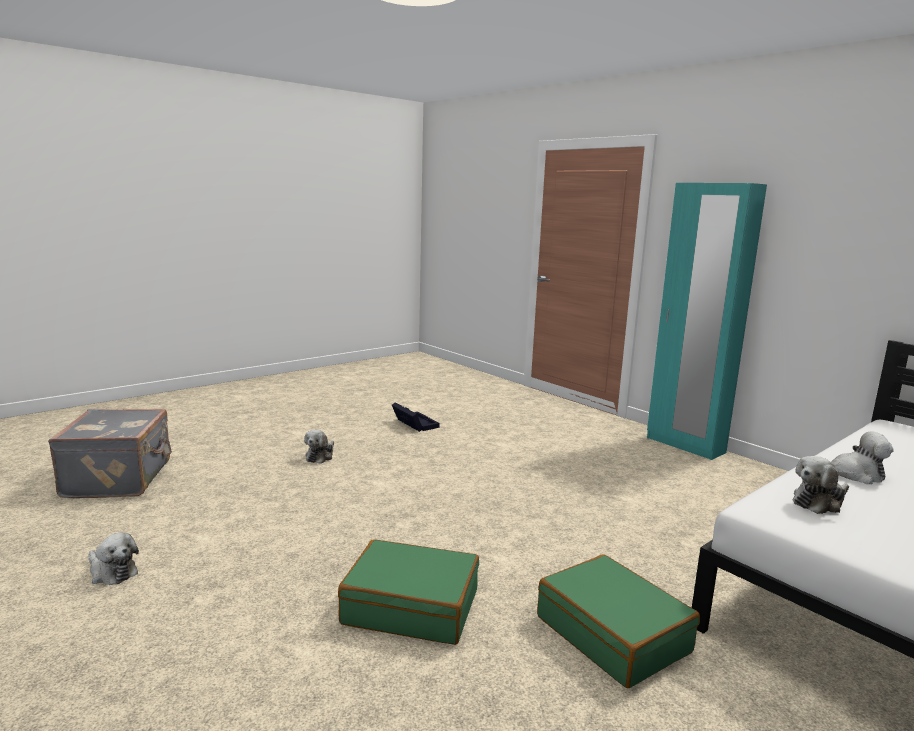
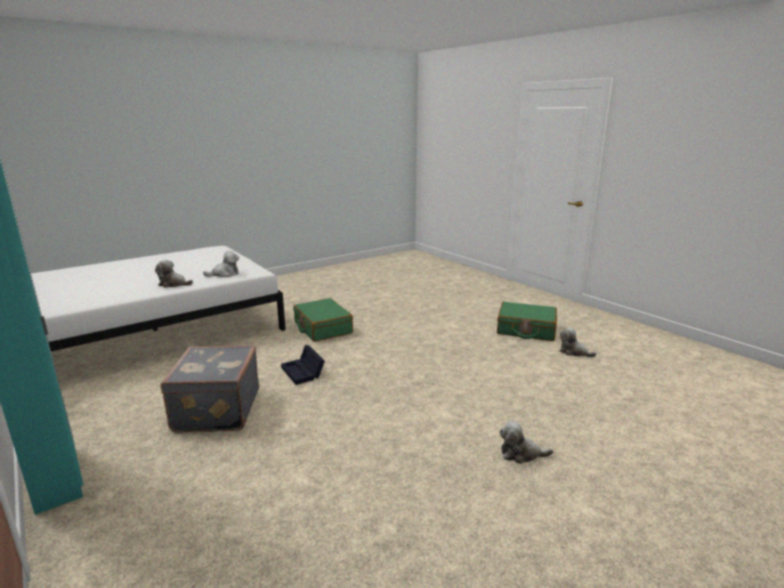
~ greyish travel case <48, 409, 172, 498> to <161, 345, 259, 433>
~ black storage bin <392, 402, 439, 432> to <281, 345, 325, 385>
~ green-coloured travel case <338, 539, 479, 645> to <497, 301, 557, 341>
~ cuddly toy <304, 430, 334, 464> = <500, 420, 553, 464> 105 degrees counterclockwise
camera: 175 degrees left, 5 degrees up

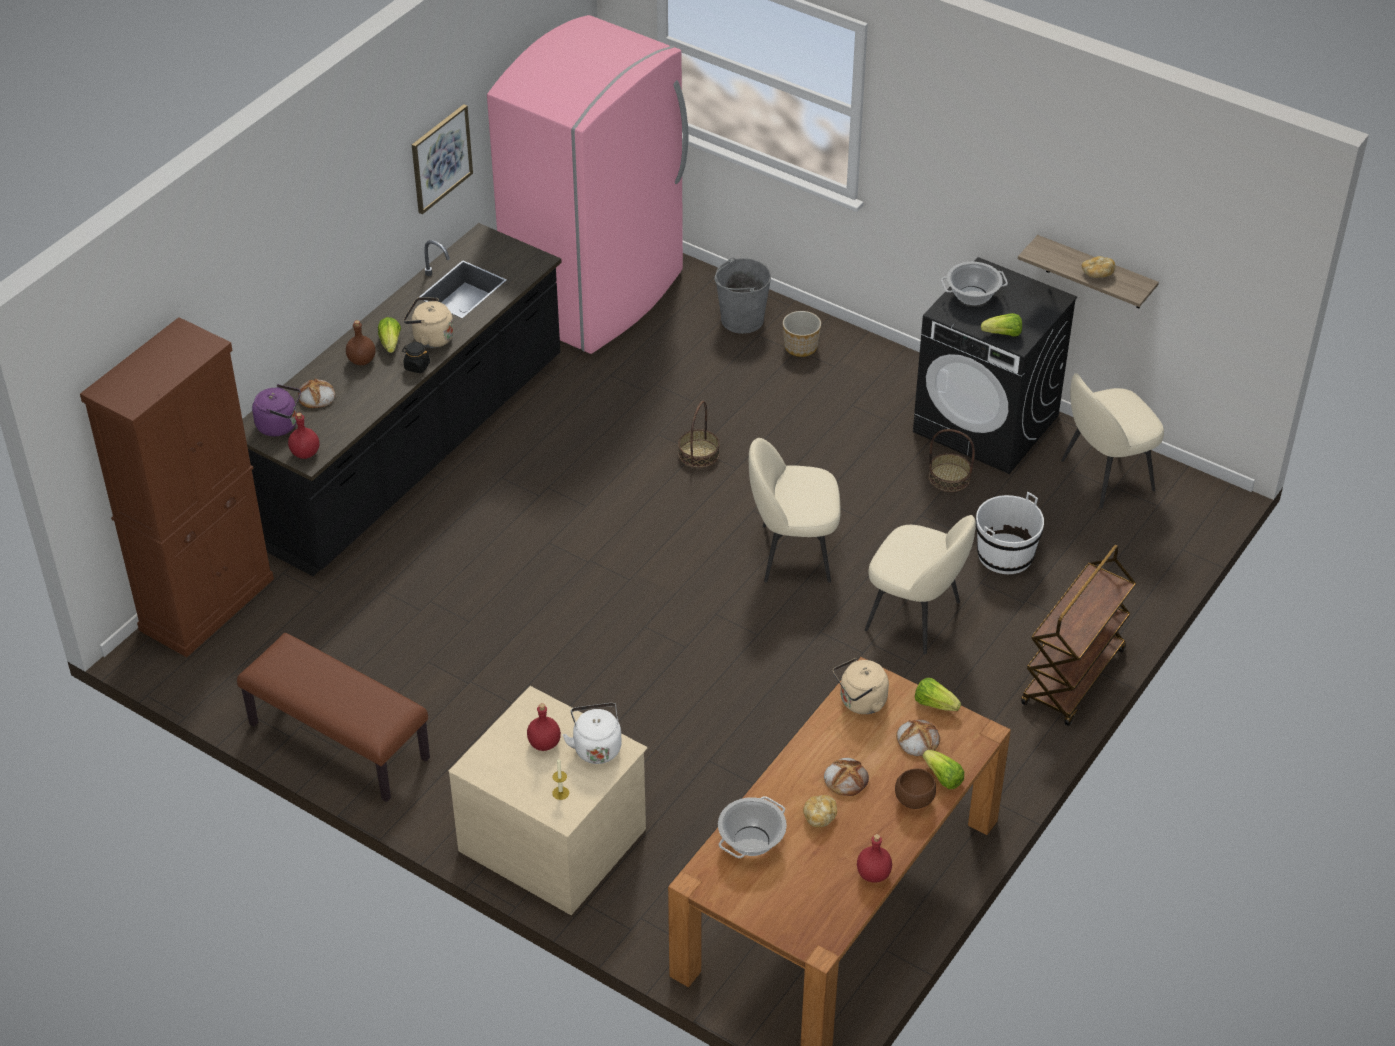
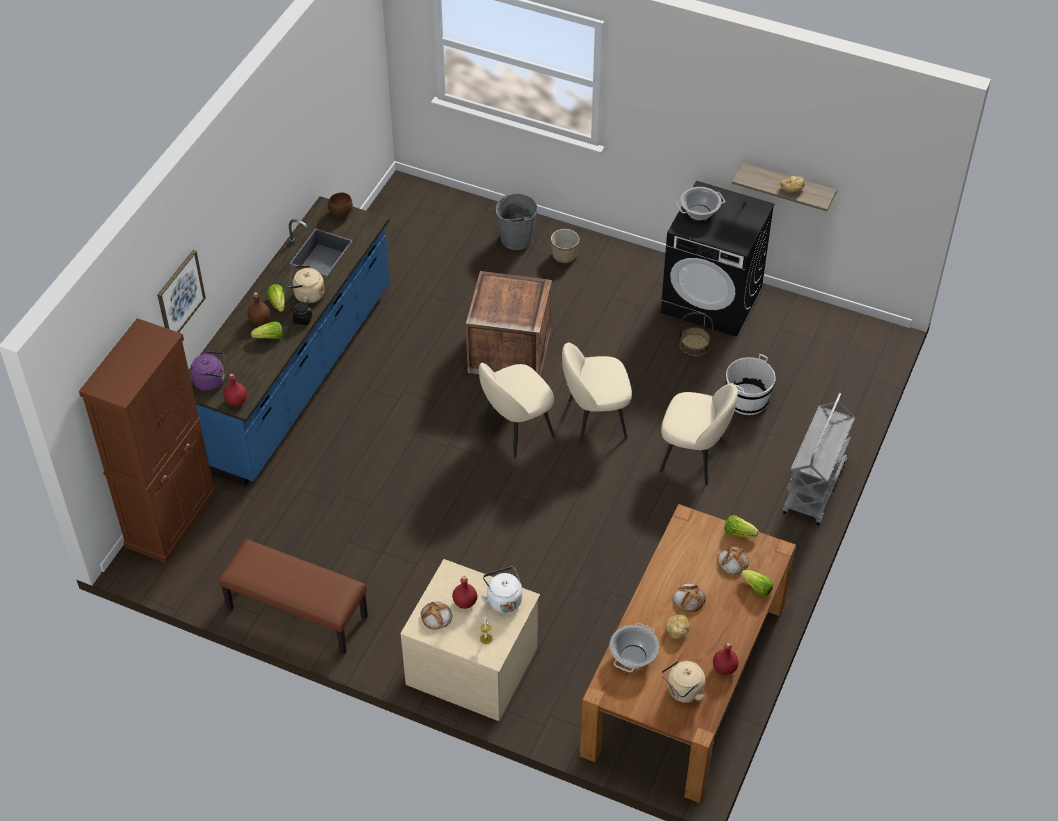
~ picture <412, 104, 473, 214> to <157, 250, 206, 332>
~ black counter <242, 223, 562, 576> to blue counter <189, 196, 390, 486>
~ head of lettuce <981, 313, 1022, 337> to <251, 321, 283, 339>
~ brown deep dish <895, 768, 936, 809> to <328, 192, 353, 217>
~ bread <298, 379, 335, 408> to <421, 601, 452, 629>
~ basket <678, 401, 720, 468> to shipping crate <466, 271, 552, 376>
~ sand-coloured upright chair <1061, 373, 1164, 509> to <479, 363, 555, 458>
~ sand-coloured water kettle <833, 658, 889, 714> to <662, 661, 705, 703>
~ brown trolley <1021, 544, 1136, 726> to greyish trolley <783, 393, 855, 525>
- pinkish kitchen fridge <487, 15, 688, 354>
camera: 10 degrees left, 5 degrees up

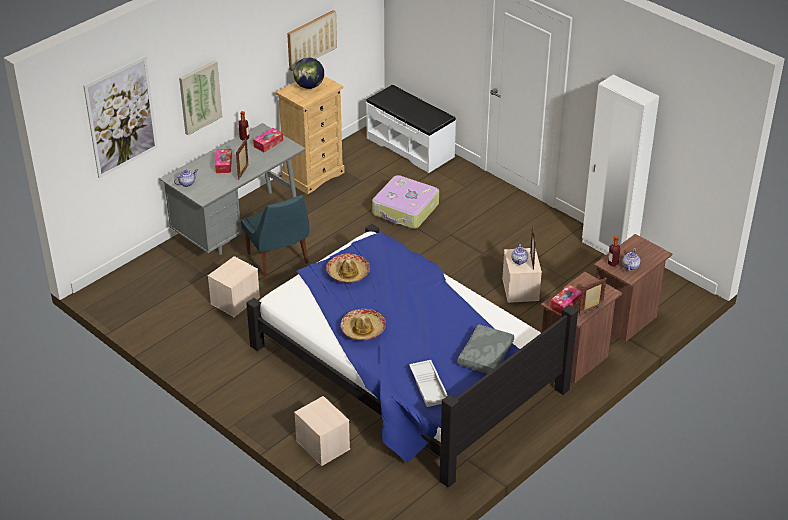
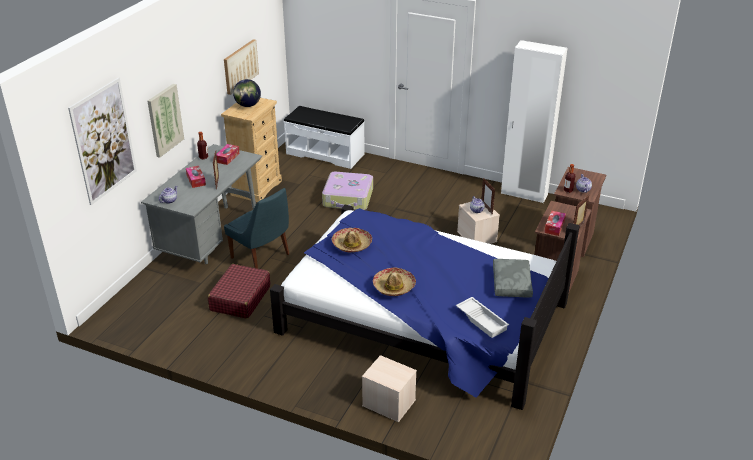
~ sand-coloured storage bin <208, 256, 260, 317> to reddish travel case <208, 264, 270, 319>
camera: 20 degrees left, 5 degrees down

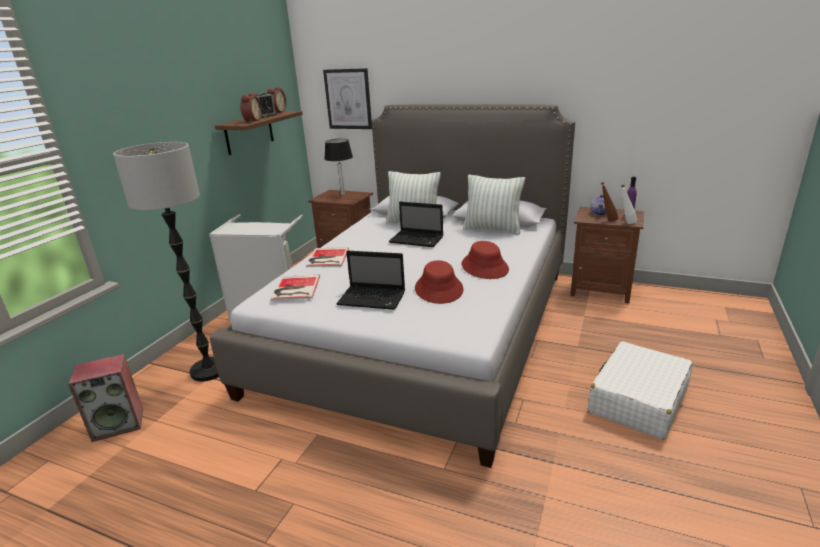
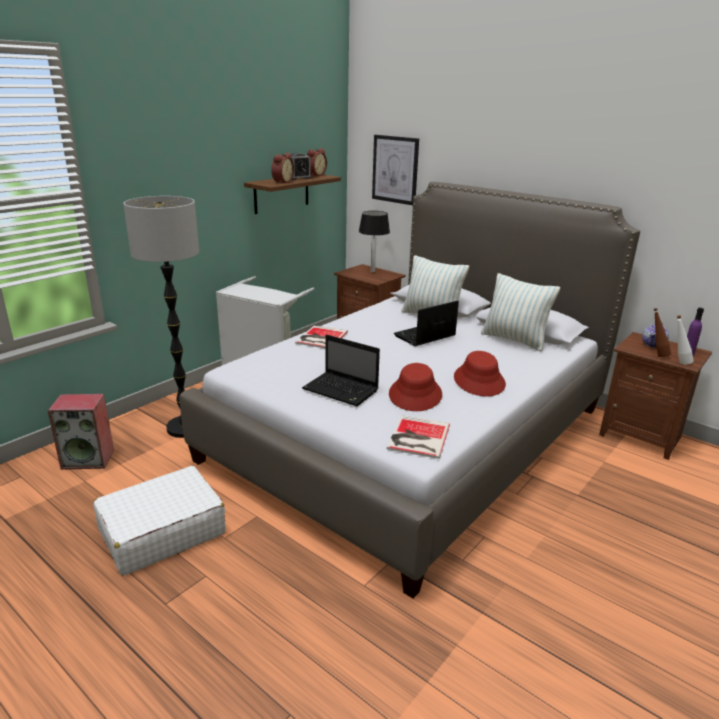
~ whitish travel case <588, 341, 693, 440> to <93, 466, 226, 576>
~ book <271, 275, 320, 301> to <387, 415, 450, 459>
~ notebook computer <389, 202, 443, 247> = <394, 300, 459, 346> 105 degrees clockwise
camera: 15 degrees right, 0 degrees up

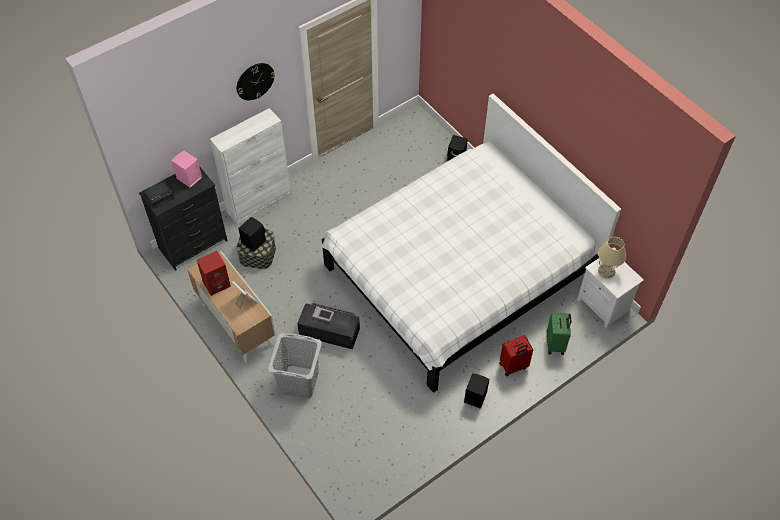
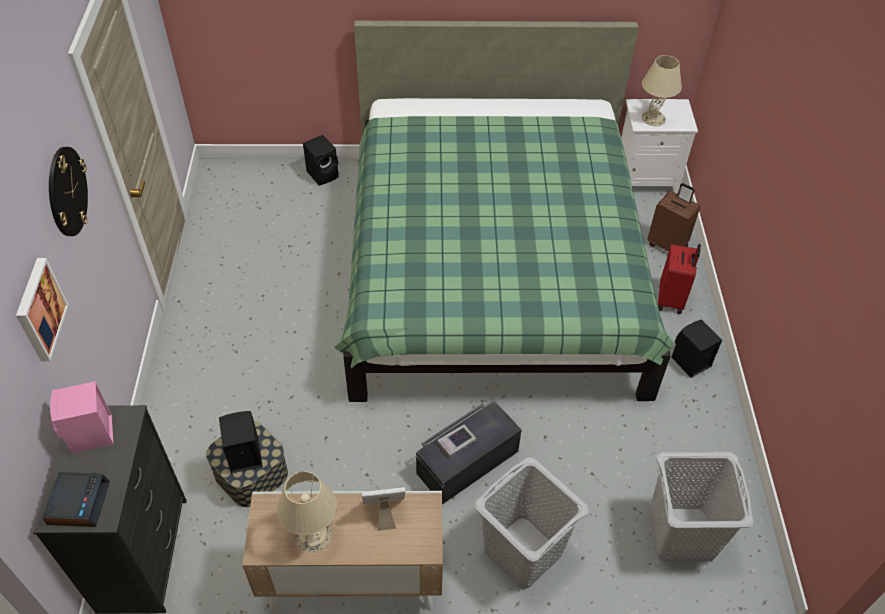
+ picture <16, 258, 69, 361>
~ reddish loudspeaker <197, 251, 231, 296> to sand-coloured tabletop lamp <277, 471, 337, 552>
~ whitish bedroom bed <321, 94, 621, 393> to green-coloured bedroom bed <334, 21, 674, 402>
~ green-coloured travel case <547, 313, 572, 355> to brown travel case <647, 183, 700, 251>
+ greyish washing basket <649, 452, 754, 562>
- whitish cabinet <210, 108, 291, 225>
camera: 55 degrees left, 5 degrees down

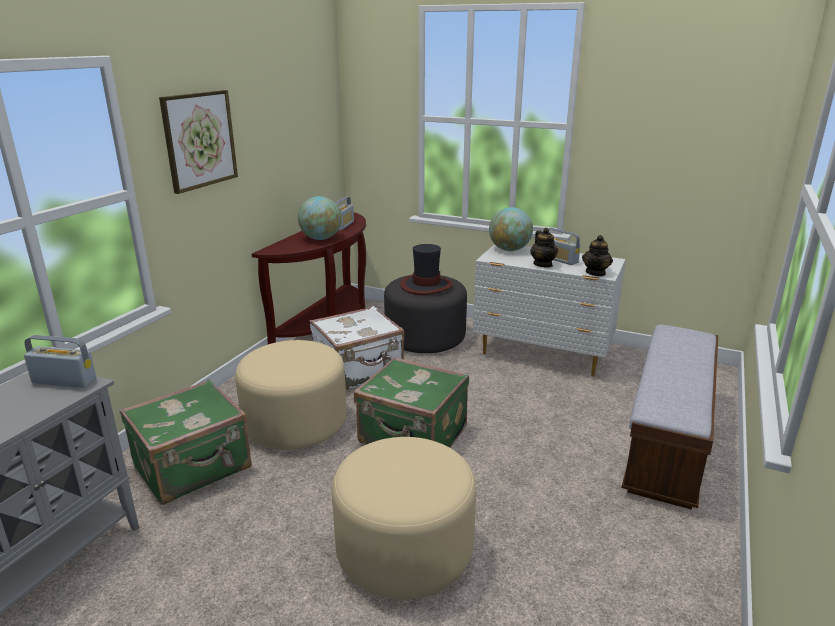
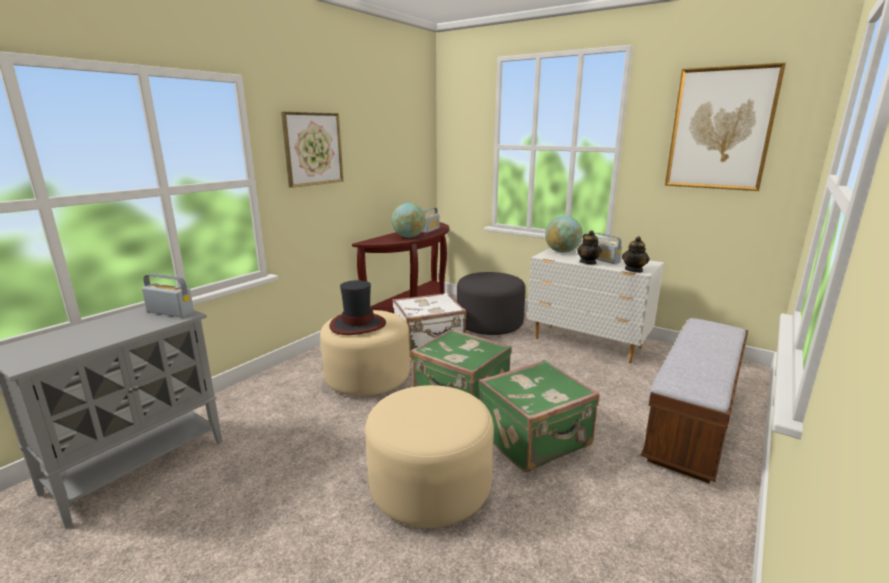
~ hat <400, 244, 453, 295> to <329, 280, 386, 335>
~ green-coloured travel case <120, 379, 251, 505> to <479, 360, 600, 472>
+ picture <665, 62, 786, 191>
camera: 10 degrees right, 5 degrees down

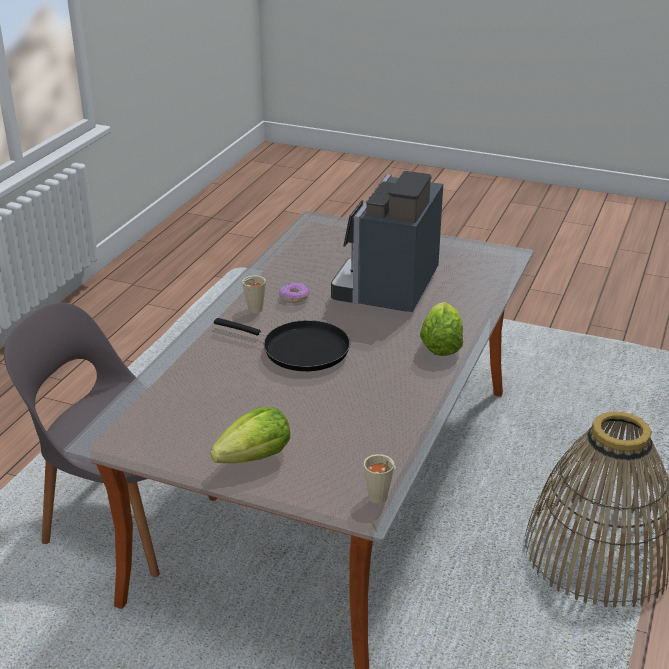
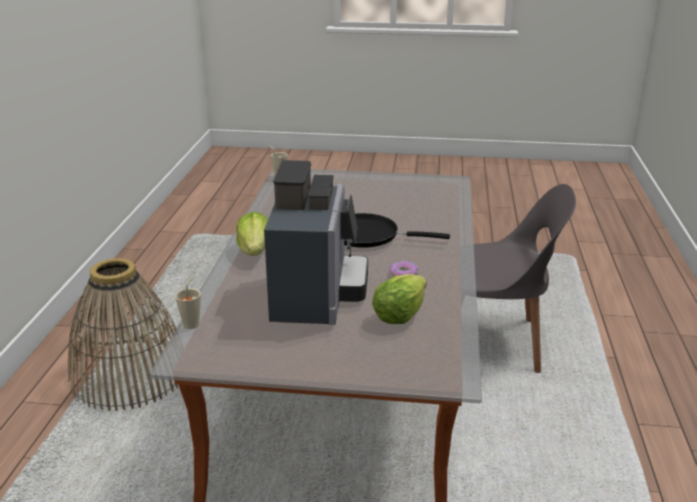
~ sand-coloured drinking cup <242, 275, 266, 313> to <175, 275, 201, 329>
~ head of lettuce <210, 407, 290, 463> to <372, 274, 427, 324>
camera: 165 degrees right, 5 degrees down

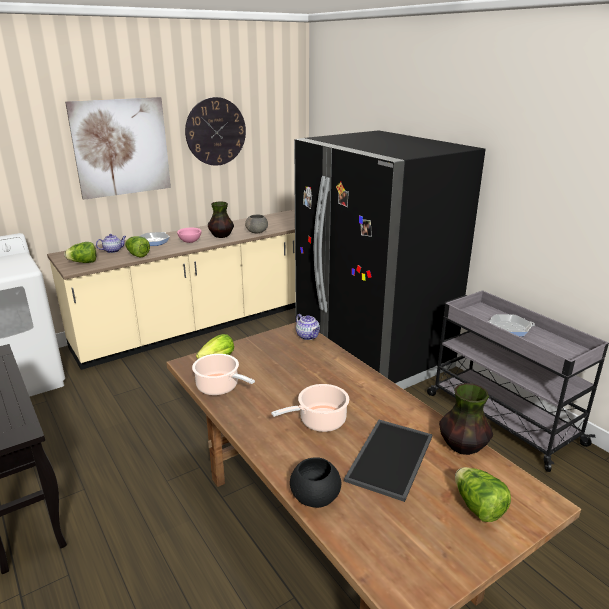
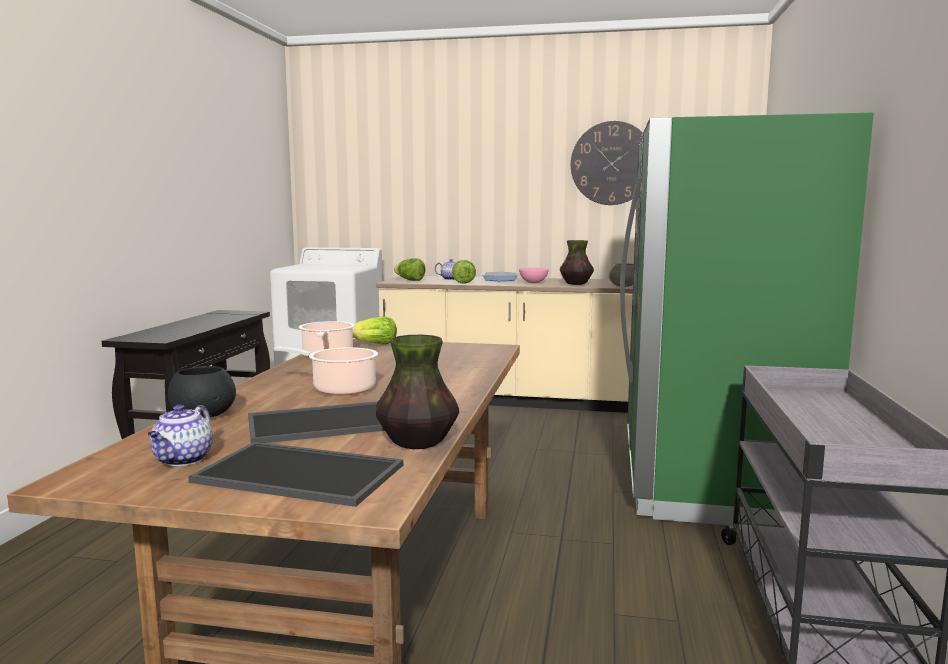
~ tea pot <296, 314, 320, 340> to <148, 405, 213, 466>
~ head of lettuce <455, 467, 511, 522> to tray <188, 442, 403, 507>
~ black kitchen fridge <294, 130, 486, 389> to green-coloured kitchen fridge <620, 113, 874, 526>
- picture <65, 97, 171, 200>
- pan <487, 314, 535, 336>
camera: 45 degrees right, 15 degrees down

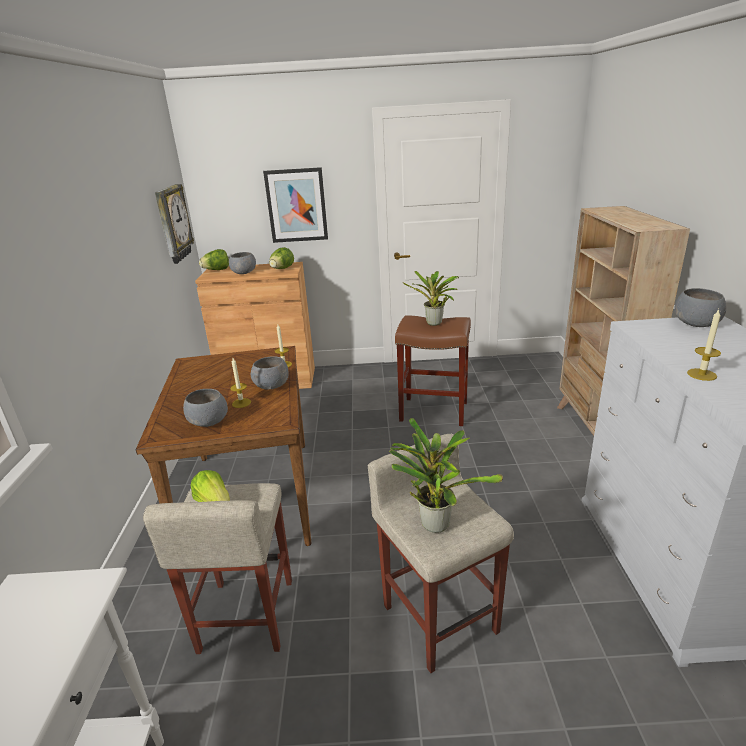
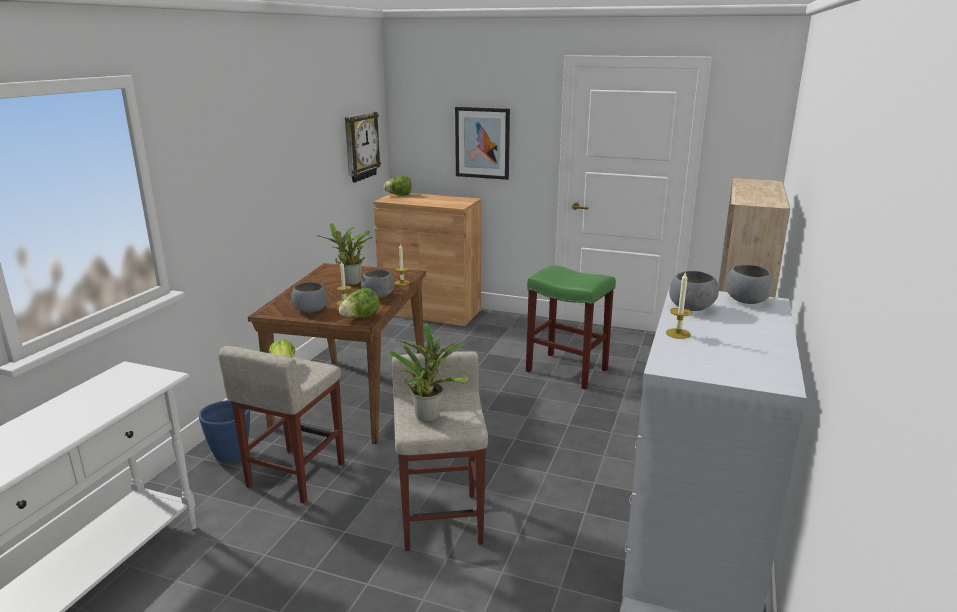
+ blue flower pot <199, 400, 250, 463>
~ houseplant <403, 271, 459, 326> to <317, 223, 372, 285>
~ head of lettuce <269, 247, 294, 269> to <339, 288, 380, 318>
~ brown stool seat <395, 315, 471, 426> to green-coloured stool seat <526, 265, 616, 389>
~ greyish deep dish <229, 252, 256, 274> to <669, 271, 719, 311>
camera: 20 degrees right, 5 degrees down

